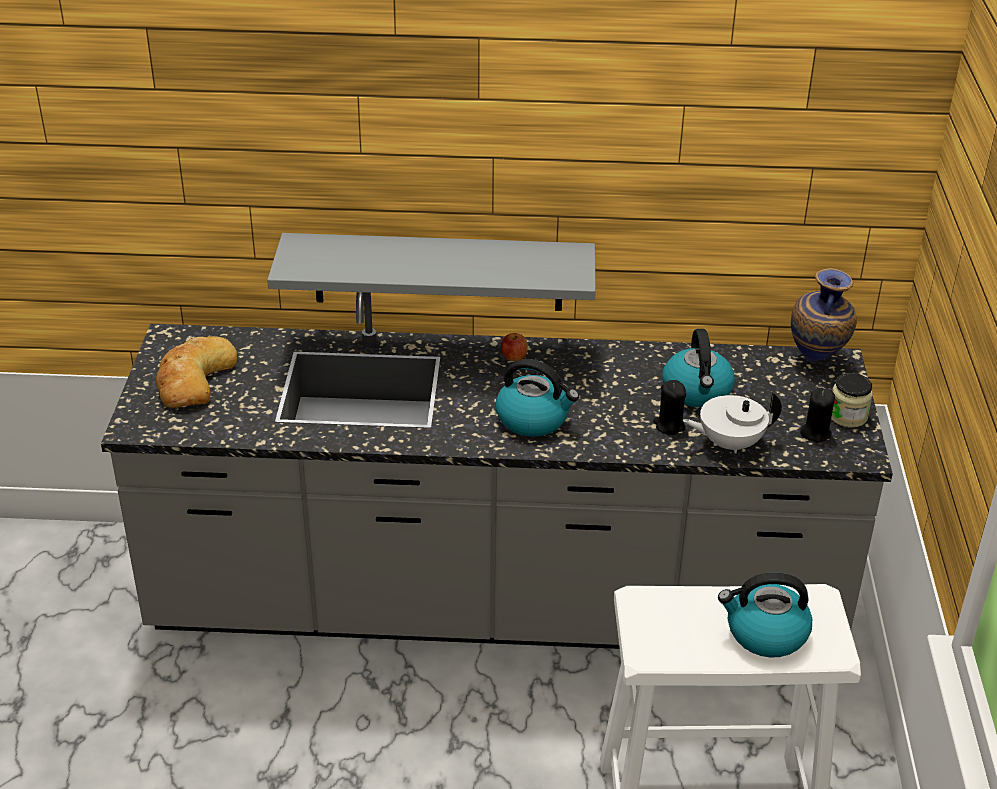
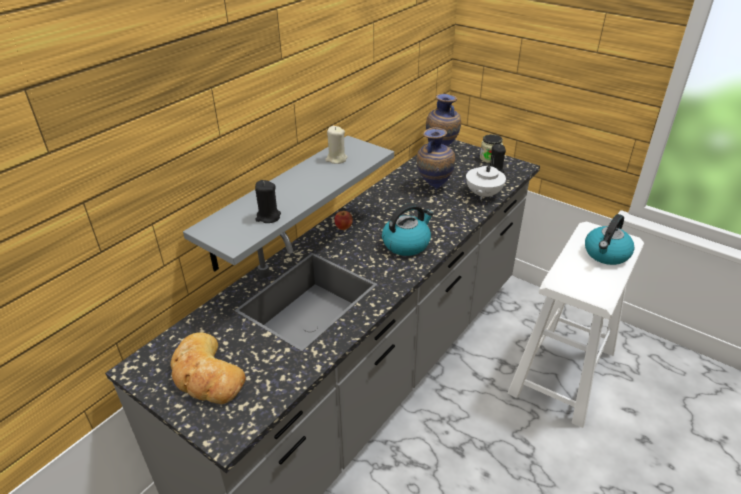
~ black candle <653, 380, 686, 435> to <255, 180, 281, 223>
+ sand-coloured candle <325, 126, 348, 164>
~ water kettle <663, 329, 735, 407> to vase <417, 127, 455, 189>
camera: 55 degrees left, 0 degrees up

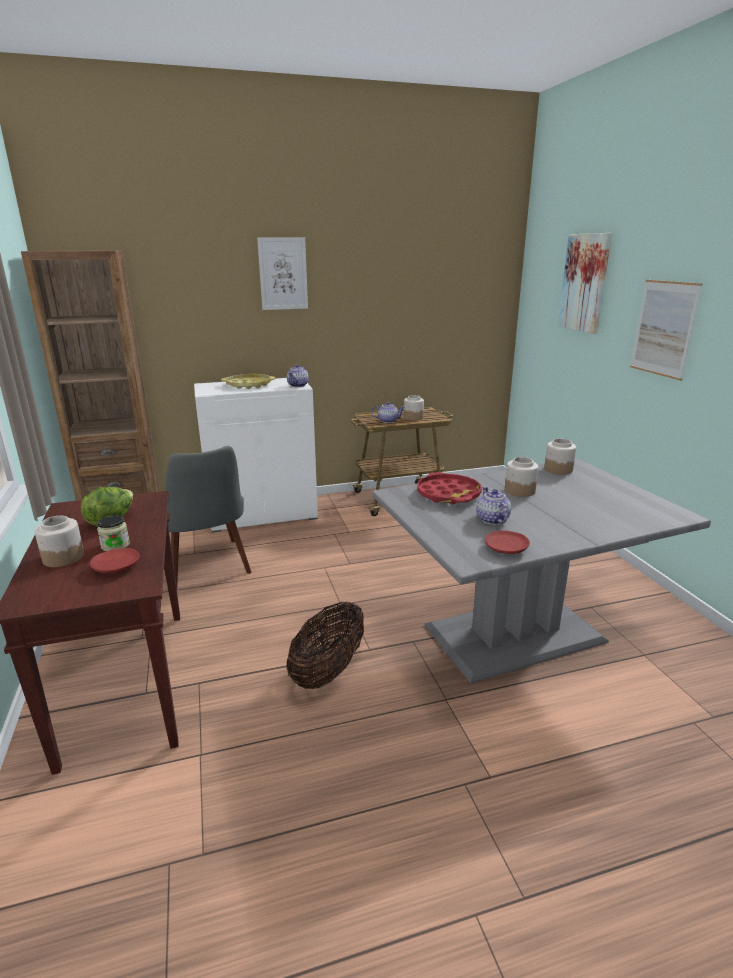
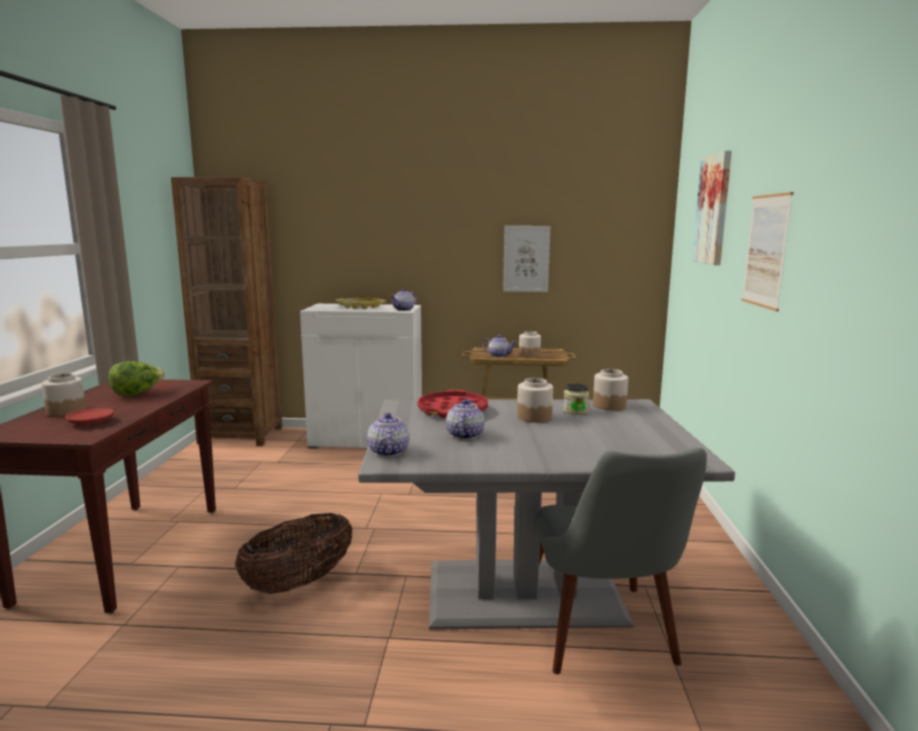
+ tea pot <367, 413, 409, 457>
~ picture <257, 238, 308, 310> to <503, 226, 550, 292>
~ greyish upright chair <165, 446, 251, 587> to <534, 447, 707, 674>
~ storage jar <97, 515, 130, 551> to <563, 383, 589, 415>
- reddish dinner plate <485, 531, 530, 554>
camera: 20 degrees right, 10 degrees down

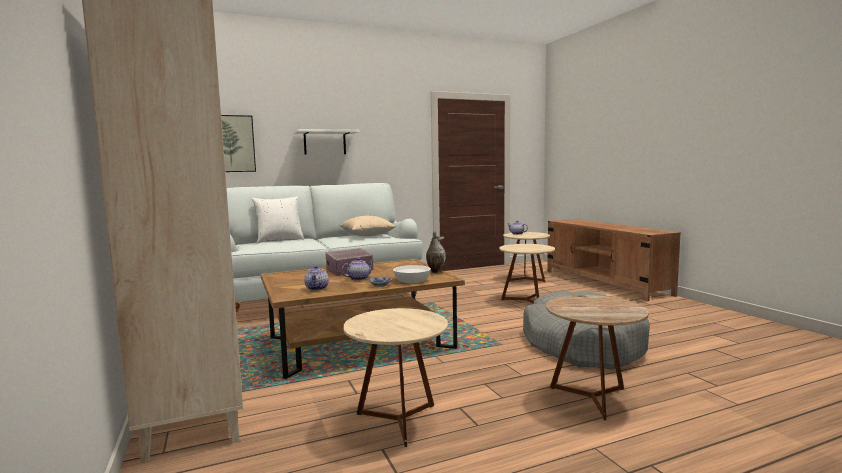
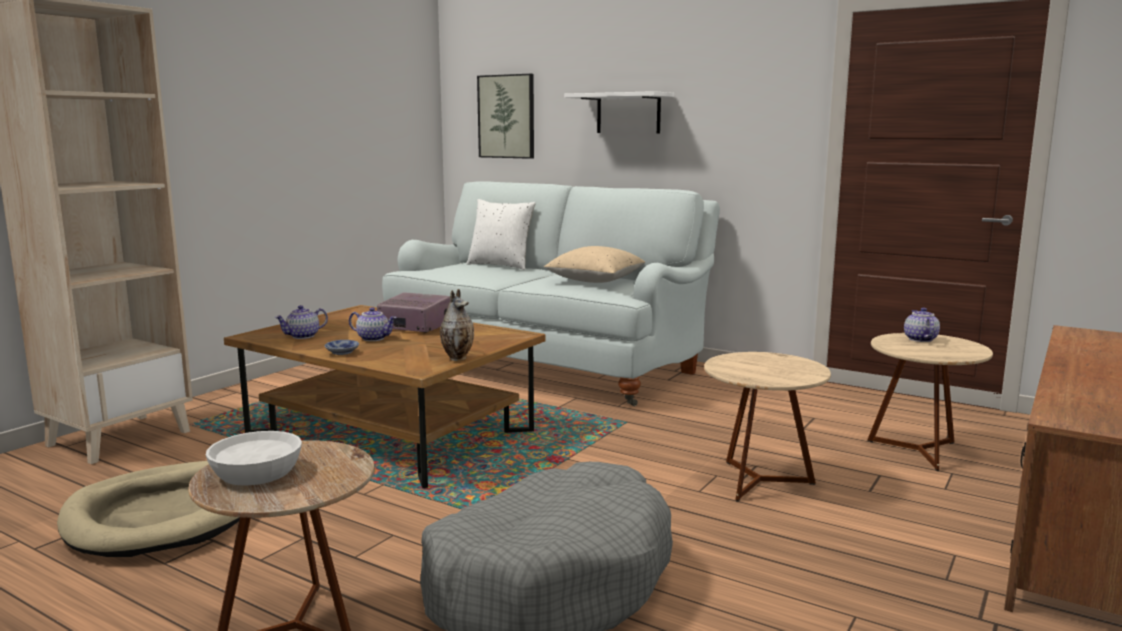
~ sand-coloured accent table <343, 308, 448, 447> to sand-coloured dog cushion <57, 461, 240, 557>
~ whitish deep dish <393, 265, 431, 283> to <206, 431, 302, 486>
camera: 55 degrees right, 5 degrees up

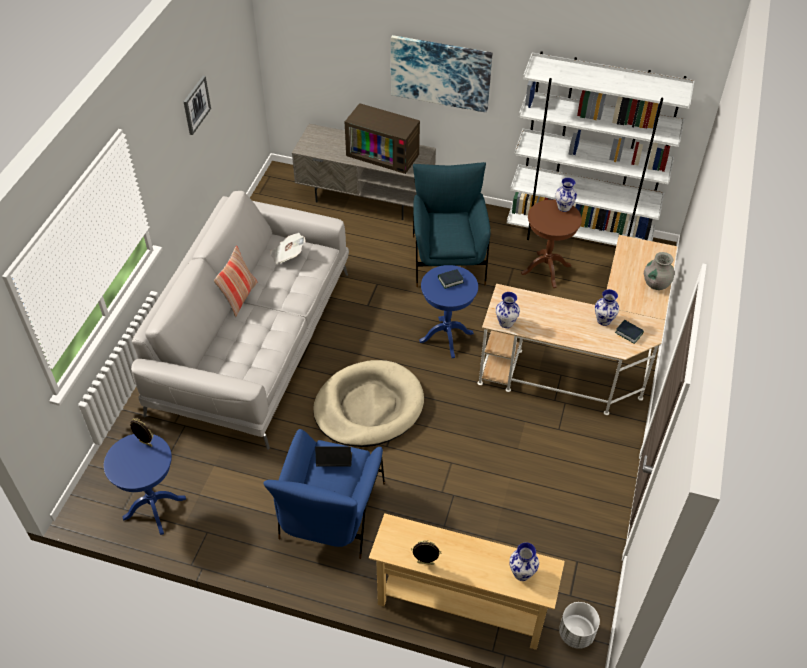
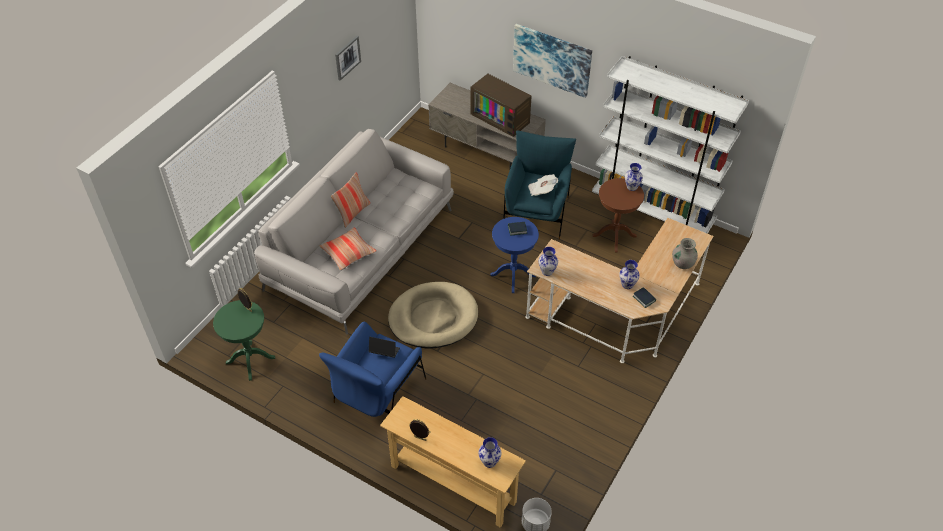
~ blue accent table <104, 434, 186, 535> to green-coloured accent table <213, 300, 275, 381>
+ throw pillow <320, 227, 376, 271>
~ newspaper <270, 233, 306, 264> to <528, 174, 558, 196>
camera: 15 degrees right, 0 degrees up

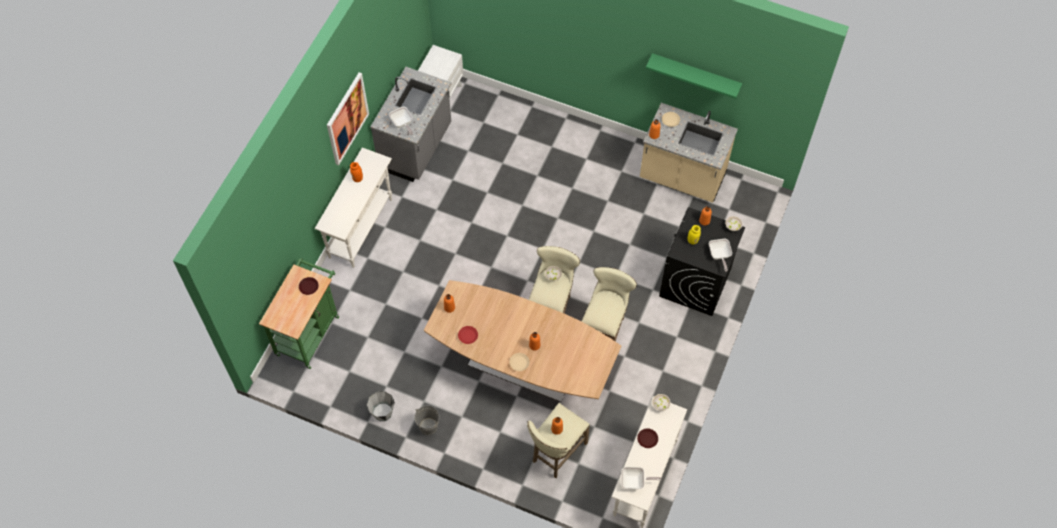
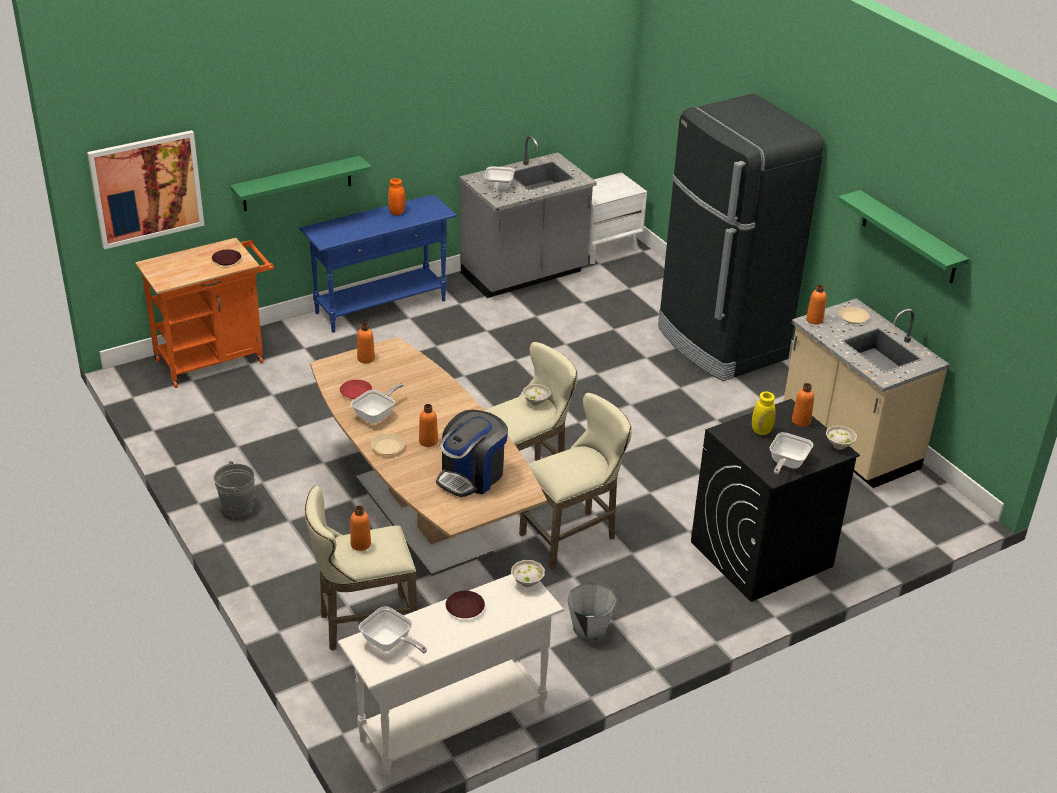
~ picture <327, 72, 369, 165> to <87, 130, 204, 249>
~ green-coloured trolley <259, 258, 339, 369> to orange-coloured trolley <135, 238, 274, 388>
+ green-coloured shelf <230, 156, 371, 211>
~ whitish narrow table <315, 148, 392, 268> to blue narrow table <299, 194, 457, 333>
+ pan <351, 383, 404, 424>
+ coffee machine <436, 410, 508, 497>
~ greyish bucket <367, 391, 395, 421> to <568, 582, 617, 641>
+ black kitchen fridge <658, 94, 823, 381>
camera: 35 degrees right, 25 degrees down

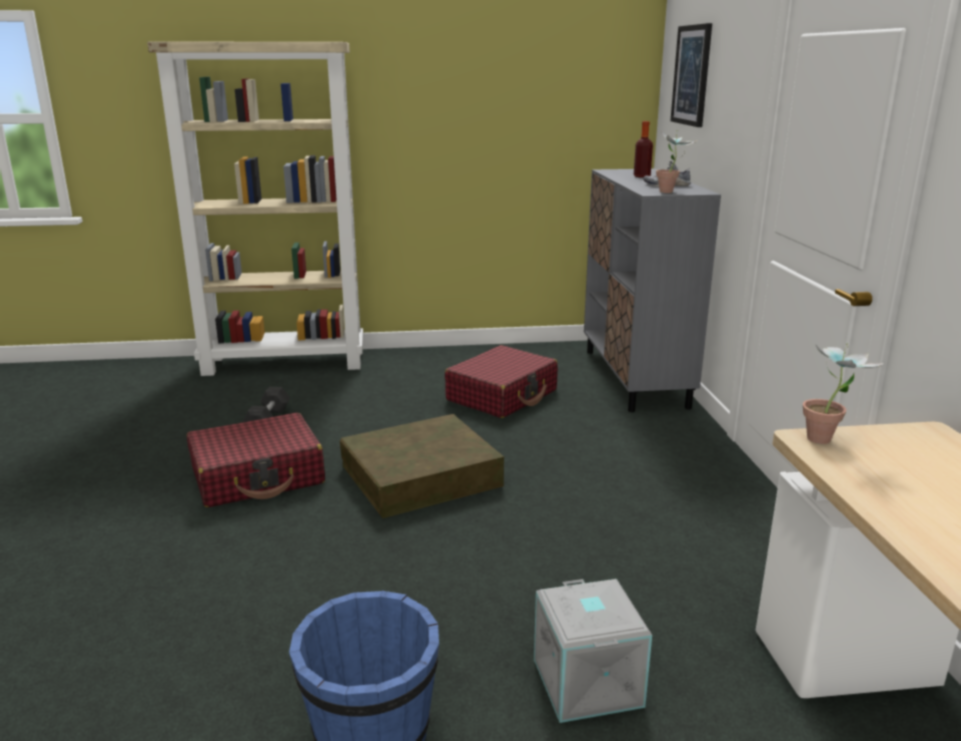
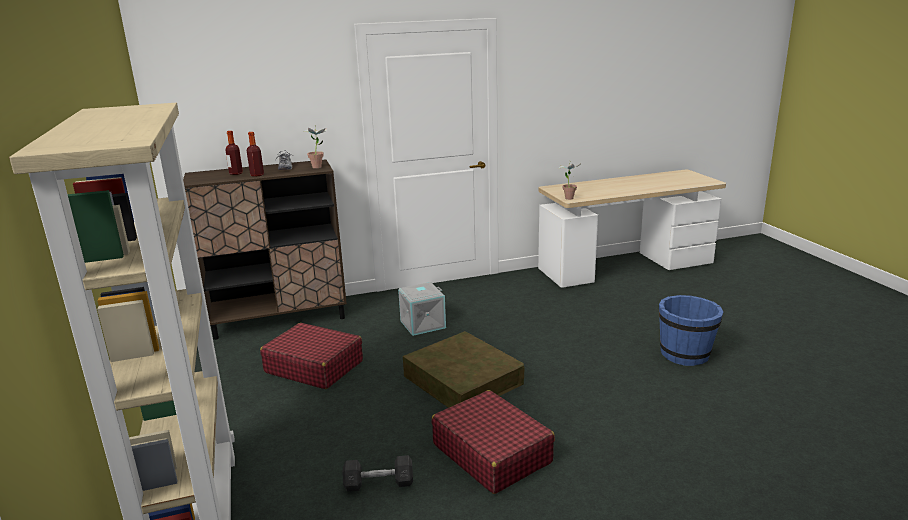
~ greyish cabinet <584, 169, 721, 412> to brown cabinet <183, 159, 347, 340>
+ bottle <247, 132, 264, 177>
~ greyish storage bin <534, 579, 652, 723> to <398, 282, 446, 336>
- picture <671, 23, 712, 127>
camera: 100 degrees left, 0 degrees up

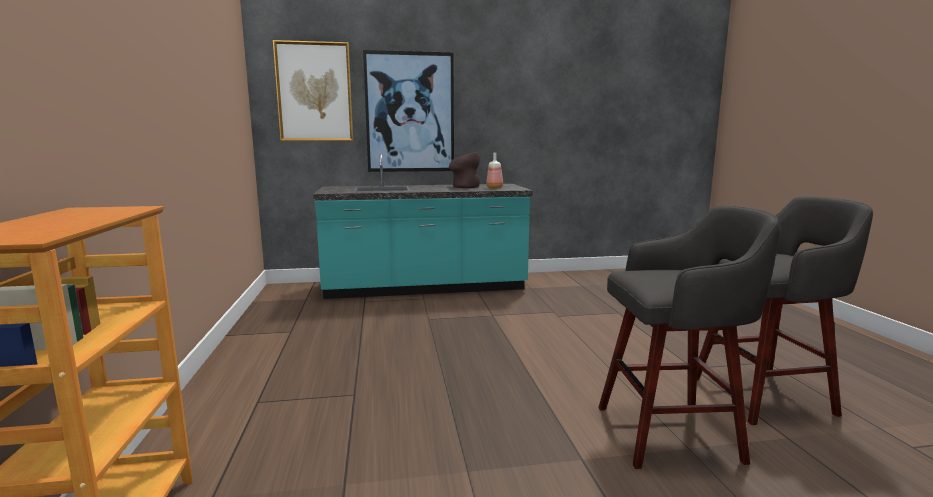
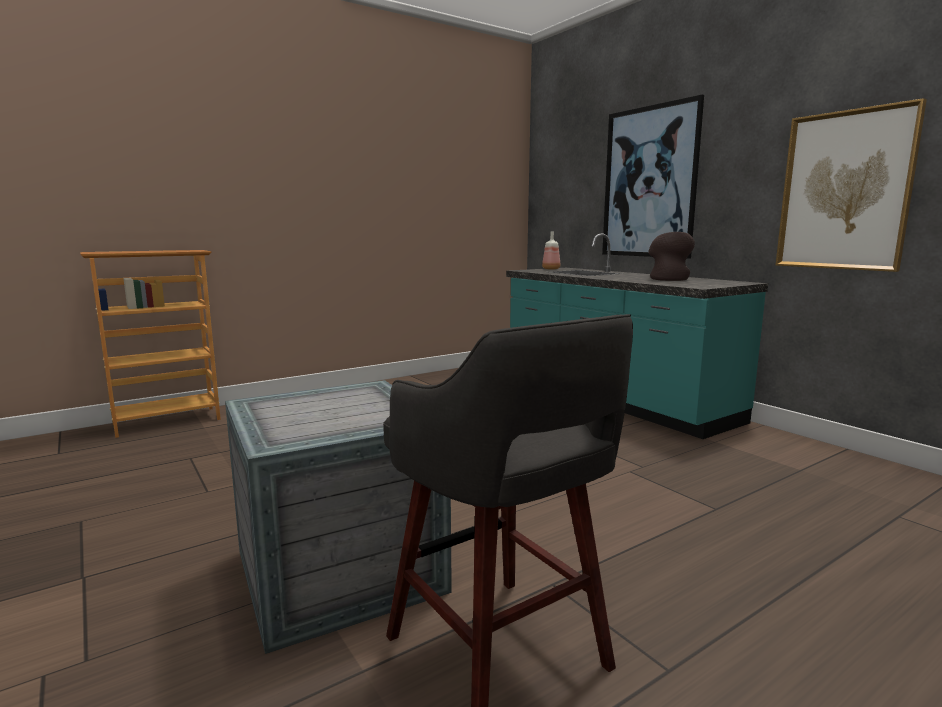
~ greyish stool seat <598, 206, 780, 469> to shipping crate <225, 380, 452, 654>
~ bottle <486, 153, 503, 188> to <542, 232, 560, 270>
~ picture <273, 40, 353, 141> to <775, 98, 927, 272>
camera: 65 degrees right, 0 degrees up

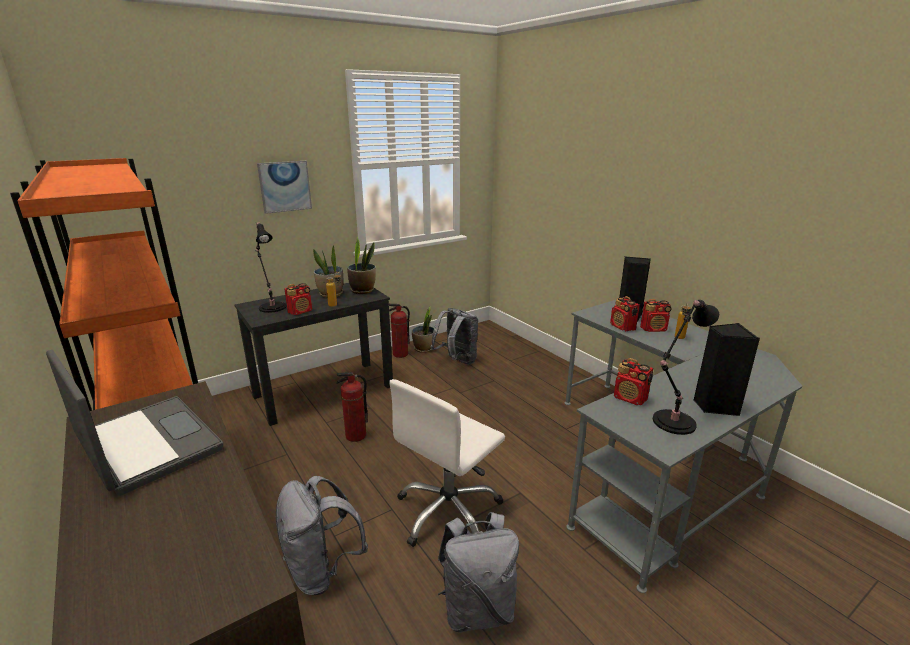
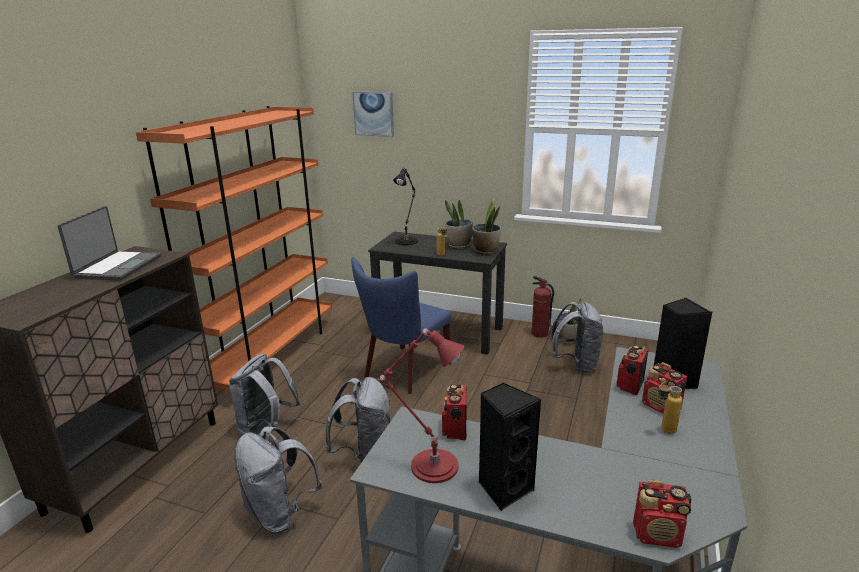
~ whitish computer chair <389, 379, 505, 547> to greyish rucksack <325, 377, 391, 464>
~ extinguisher <336, 372, 368, 442> to blue upright chair <351, 257, 451, 394>
~ picture <257, 161, 312, 214> to <352, 92, 394, 137>
~ black tabletop lamp <653, 300, 719, 435> to reddish tabletop lamp <377, 328, 464, 483>
~ radio set <285, 283, 312, 315> to <633, 480, 691, 548>
camera: 55 degrees right, 0 degrees up

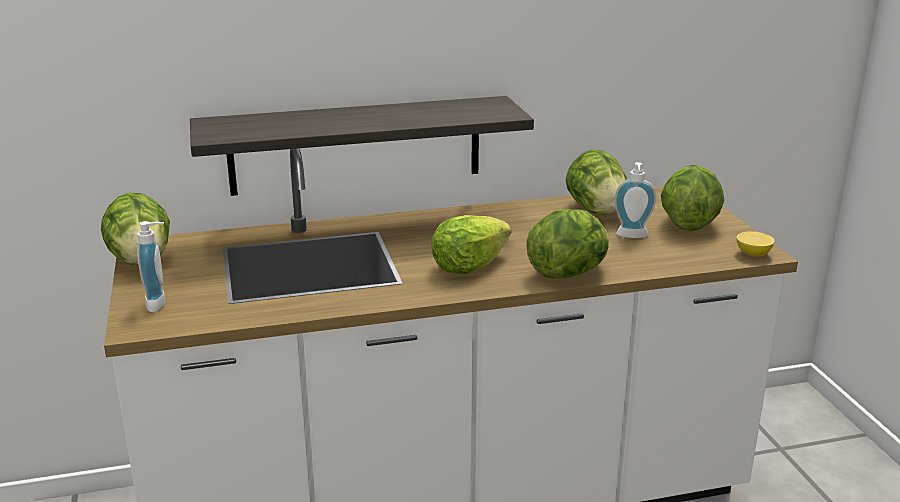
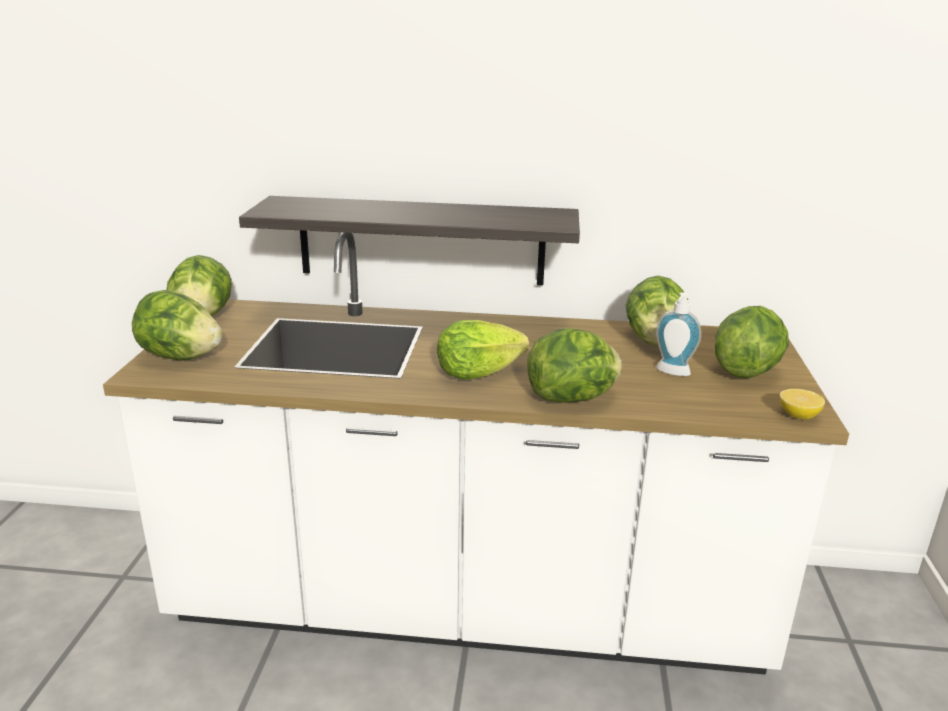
~ liquid soap bottle <137, 221, 166, 312> to head of lettuce <132, 290, 223, 361>
camera: 20 degrees right, 0 degrees up

